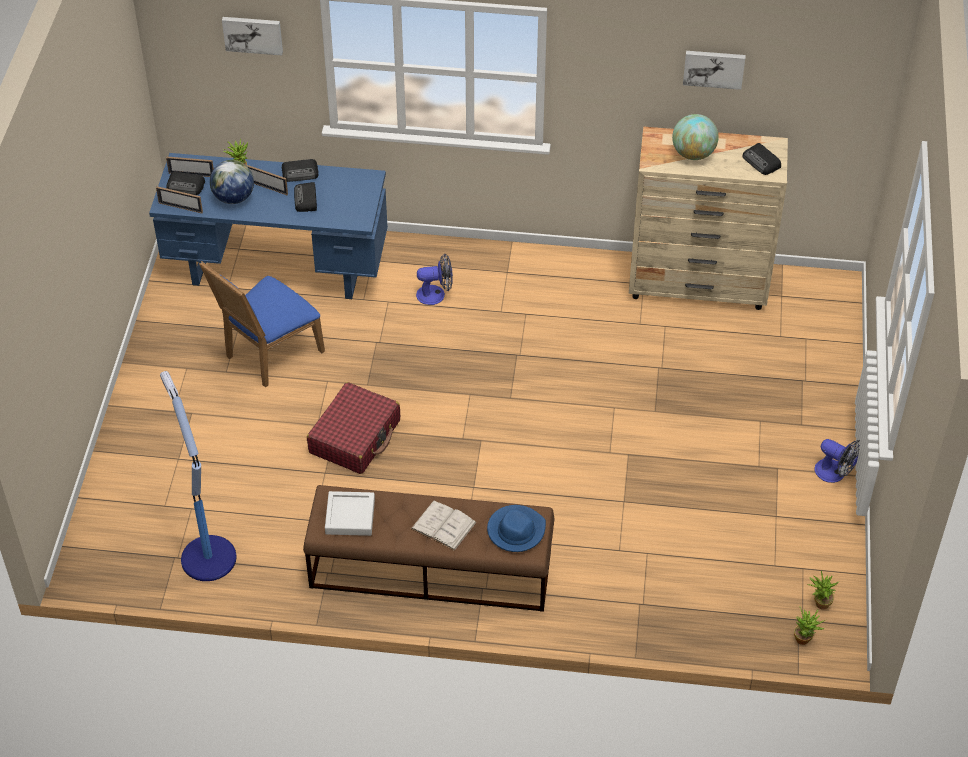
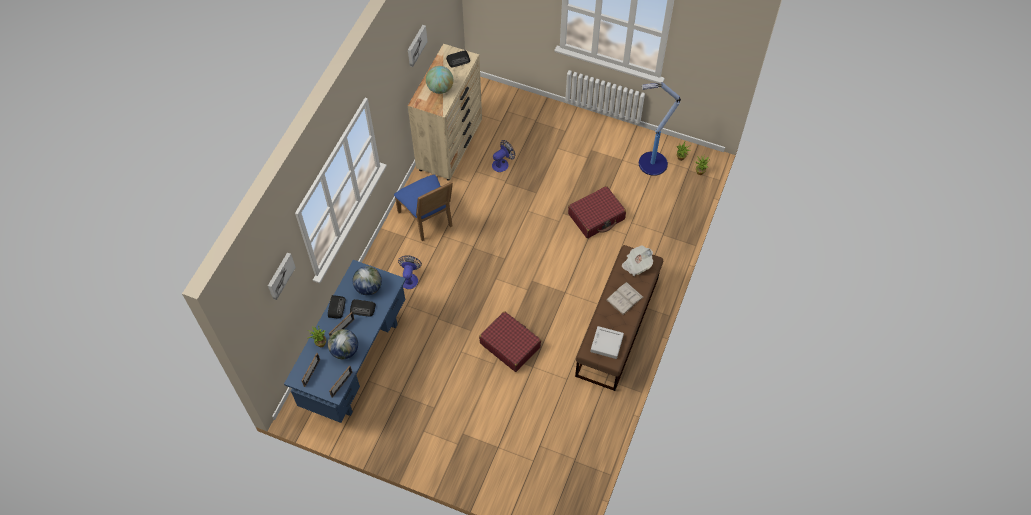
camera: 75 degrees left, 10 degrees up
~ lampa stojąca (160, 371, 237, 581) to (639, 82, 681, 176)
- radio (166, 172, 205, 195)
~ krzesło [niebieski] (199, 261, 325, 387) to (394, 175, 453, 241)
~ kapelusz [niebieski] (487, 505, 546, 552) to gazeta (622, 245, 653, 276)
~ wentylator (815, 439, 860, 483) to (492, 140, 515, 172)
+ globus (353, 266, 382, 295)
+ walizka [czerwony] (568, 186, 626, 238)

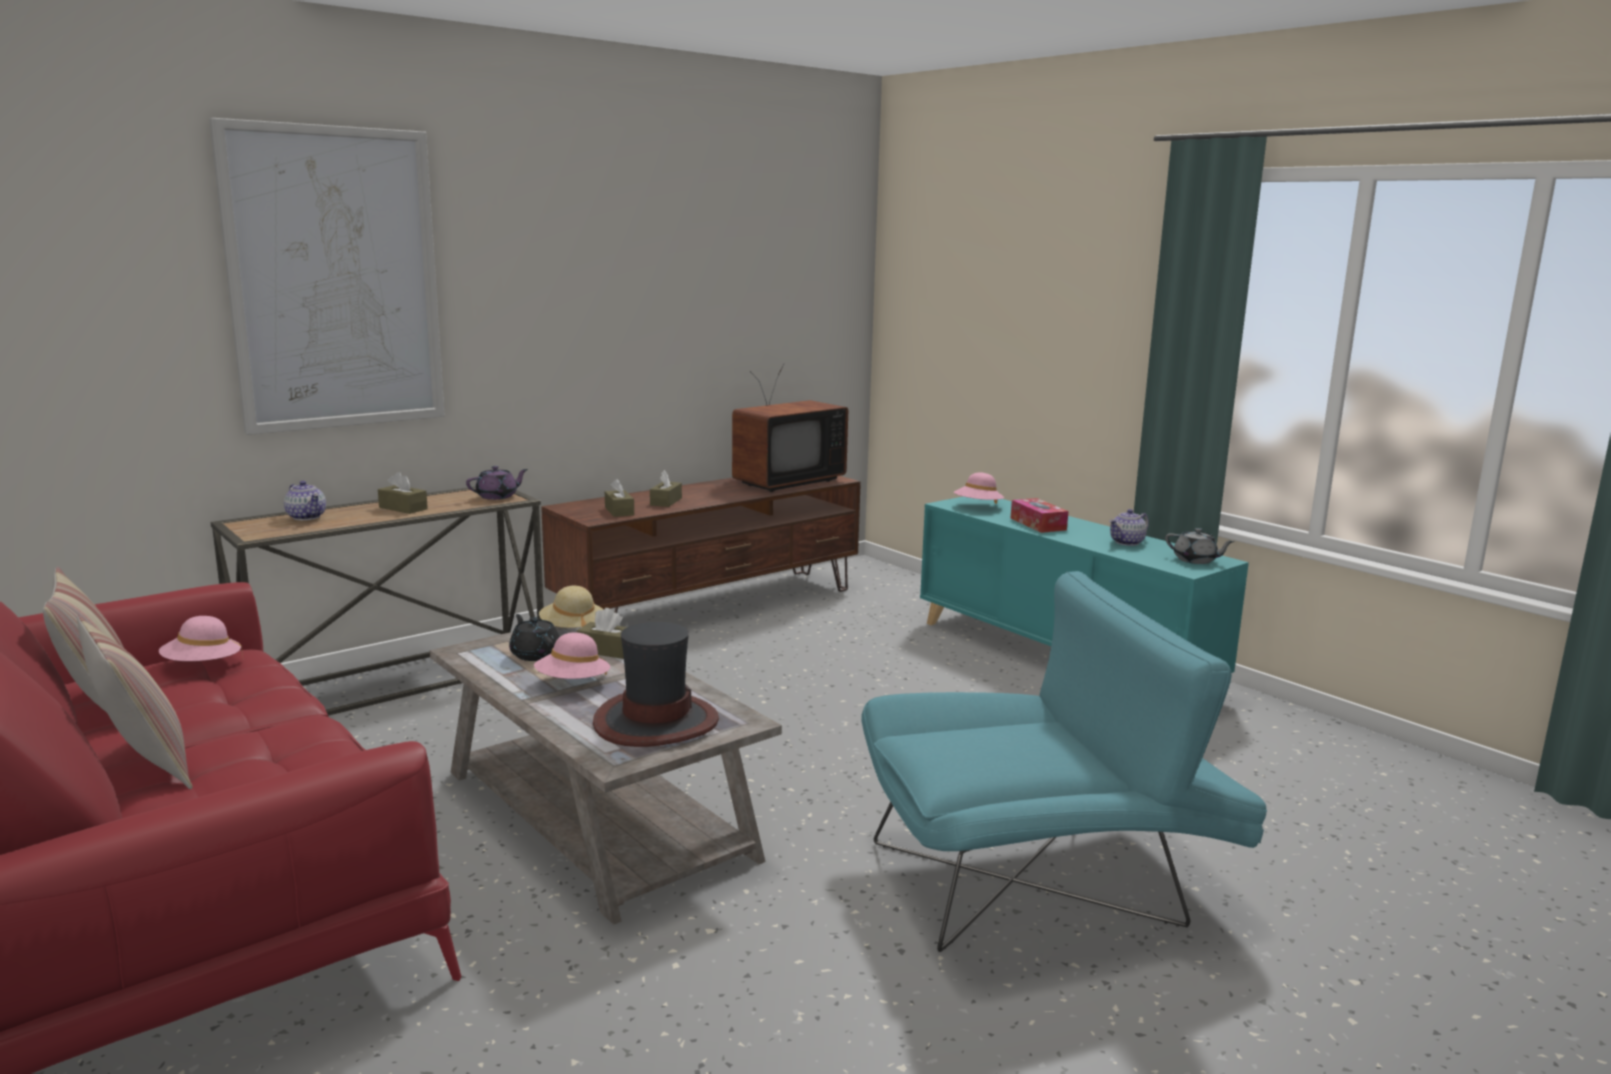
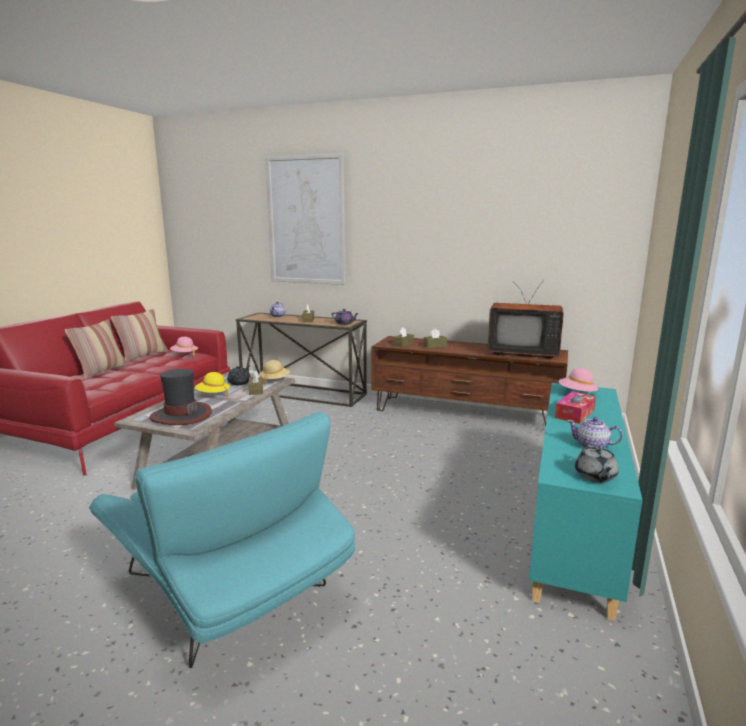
camera: 60 degrees right, 0 degrees up
~ kapelusz [różowy] (534, 632, 610, 679) to kapelusz [żółty] (195, 372, 230, 397)

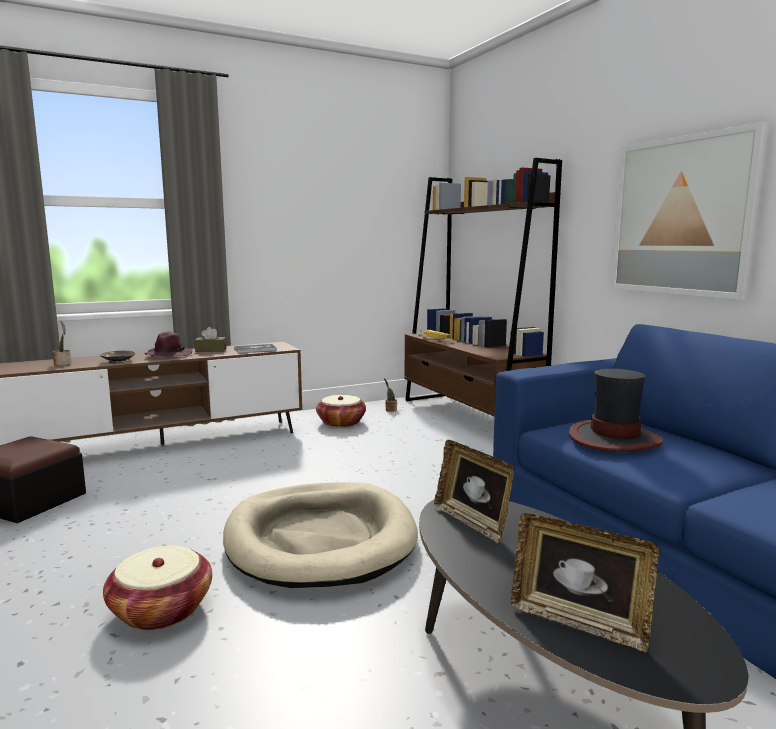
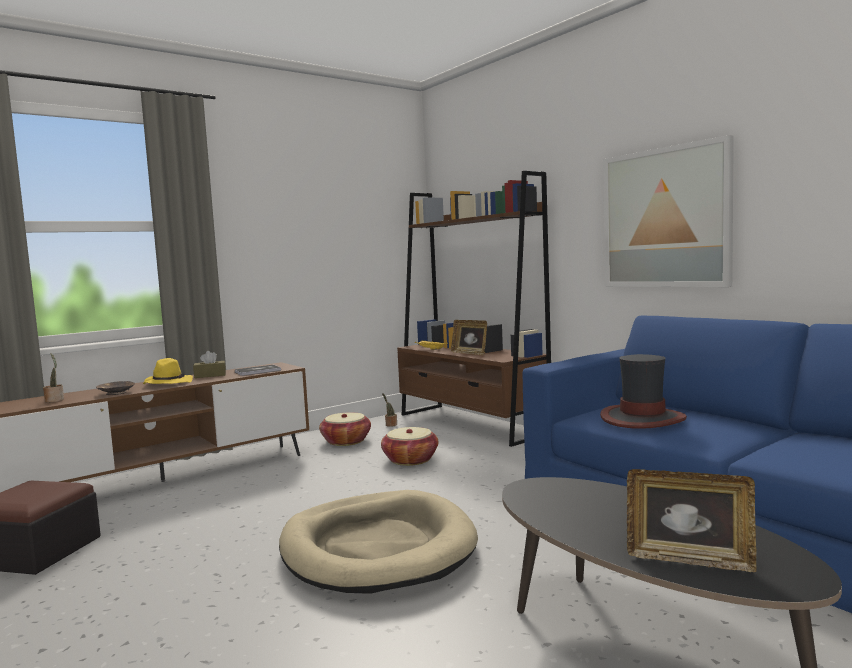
camera: 10 degrees left, 5 degrees down
~ koszyk (103, 546, 212, 630) to (381, 427, 438, 466)
~ kapelusz [fioletowy] (145, 332, 192, 357) to kapelusz [żółty] (143, 358, 193, 384)
~ ramka na zdjęcie (434, 440, 514, 544) to (451, 320, 487, 355)

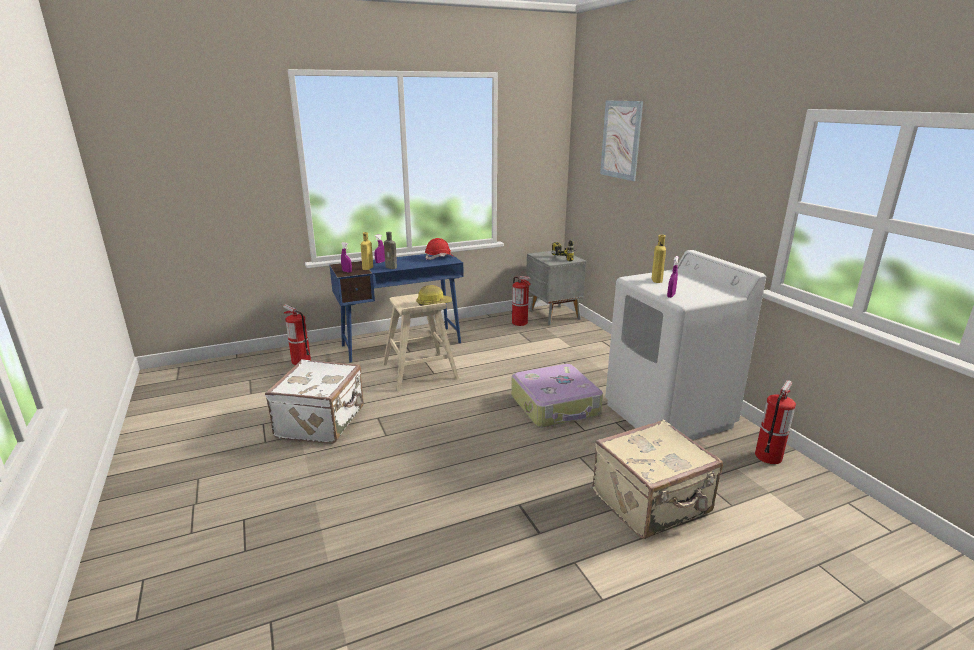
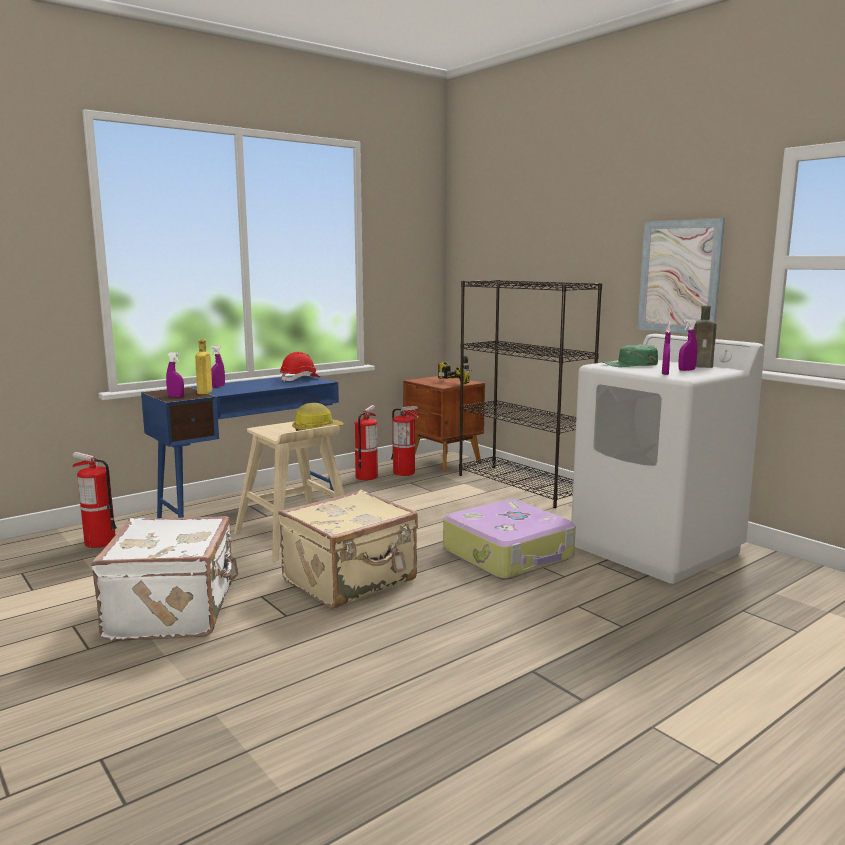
camera: 15 degrees left, 10 degrees down
~ butelka [brązowy] (384, 232, 397, 269) to (694, 306, 717, 368)
~ szafka nocna [szary] (526, 250, 586, 325) to szafka nocna [brązowy] (403, 376, 485, 472)
~ walizka [beżowy] (593, 419, 723, 539) to (278, 490, 418, 608)
~ obraz (600, 101, 643, 181) to (638, 218, 725, 334)
~ butelka [żółty] (652, 235, 666, 283) to czapka z daszkiem [zielony] (602, 344, 658, 367)
~ gaśnica (755, 380, 796, 464) to (354, 405, 378, 480)
+ regał [czarny] (459, 280, 602, 508)
+ spryskiwacz [fioletowy] (678, 319, 697, 371)

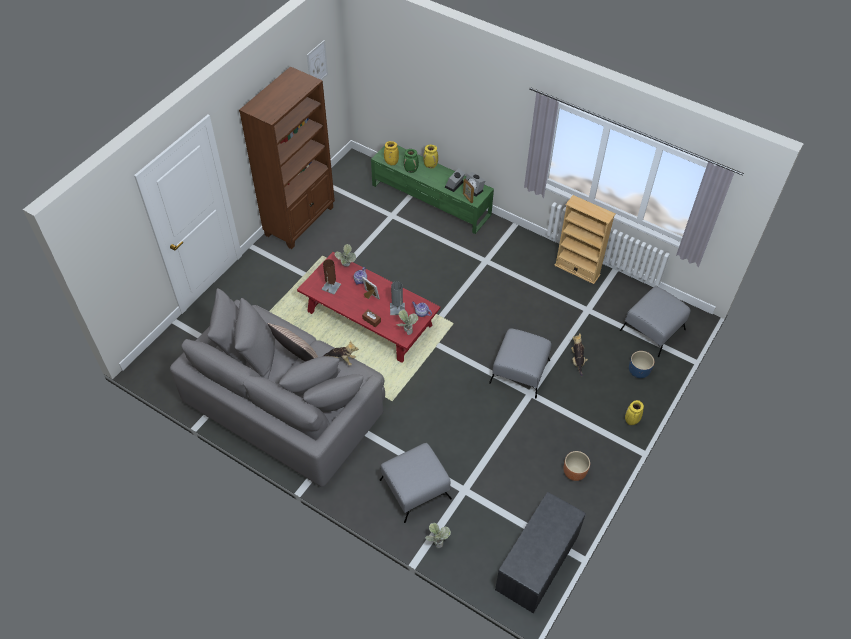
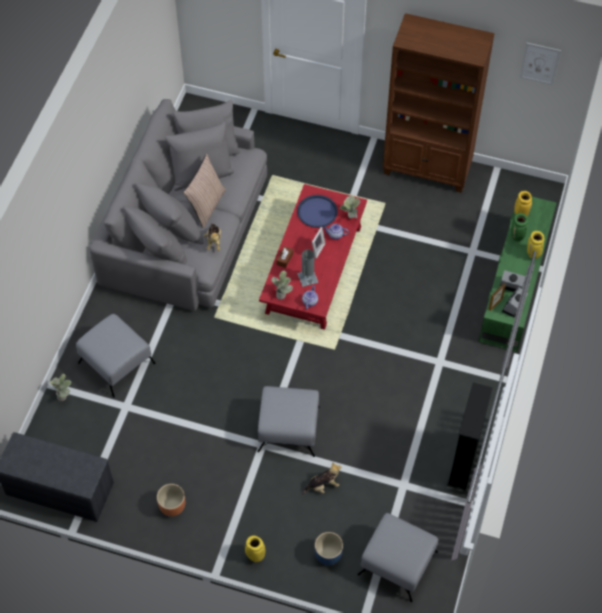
camera: 75 degrees right, 5 degrees up
~ lampa stołowa [brązowy] (322, 259, 341, 294) to taca [niebieski] (297, 195, 337, 228)
~ regał [beżowy] (554, 195, 616, 284) to regał [czarny] (447, 383, 492, 491)

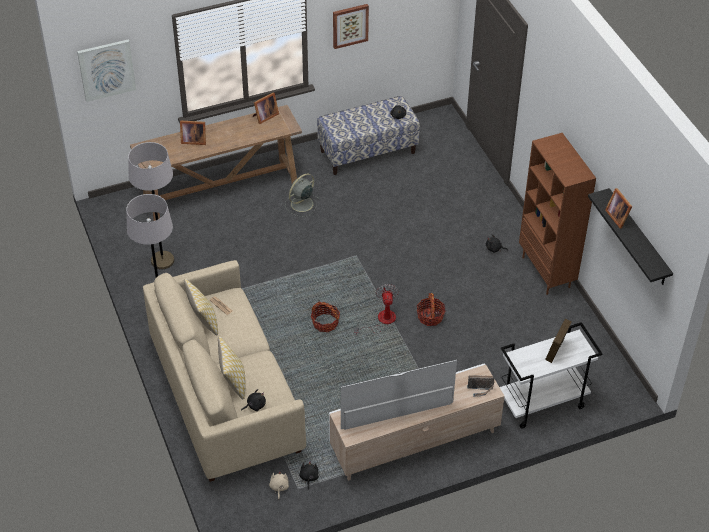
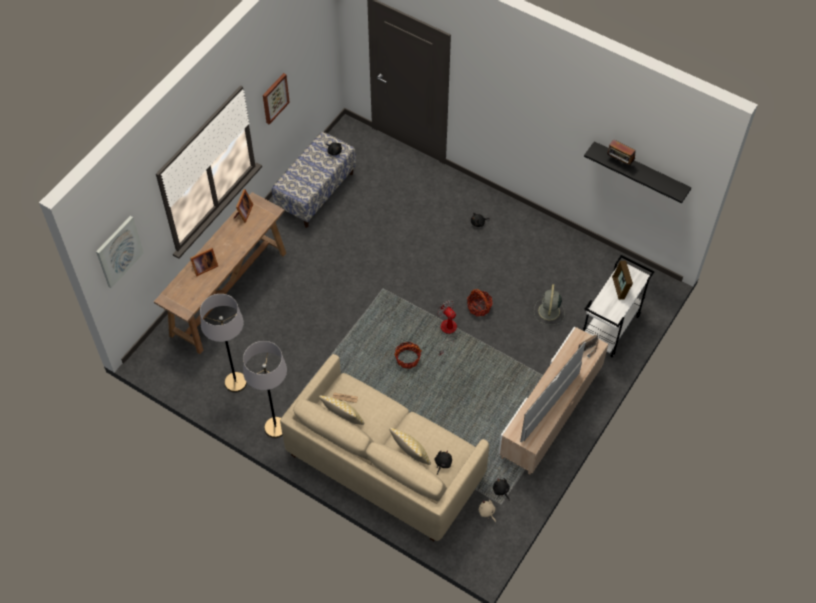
camera: 35 degrees left, 10 degrees up
~ wentylator [szary] (285, 173, 319, 217) to (534, 284, 565, 325)
- regał [brązowy] (519, 133, 596, 295)
~ ramka na zdjęcie (605, 188, 632, 229) to radio (607, 139, 636, 166)

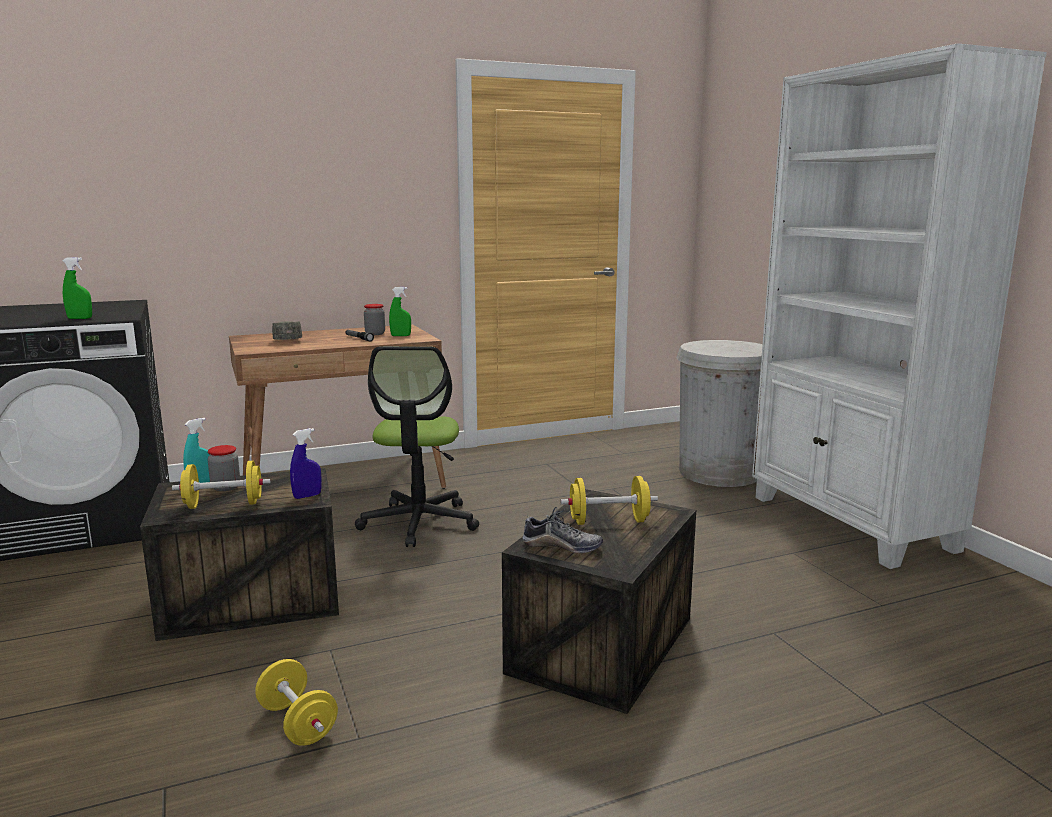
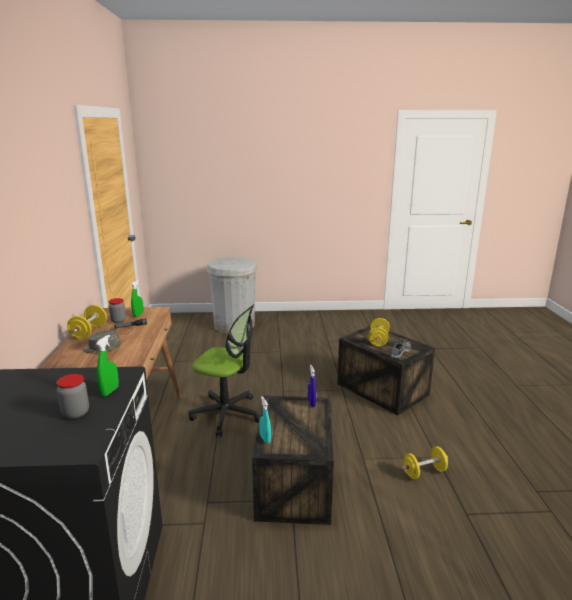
camera: 70 degrees left, 5 degrees up
~ hantel [żółty] (172, 461, 271, 509) to (67, 305, 107, 339)
~ słoik (208, 445, 240, 491) to (56, 374, 89, 419)
- regał [biały] (752, 43, 1047, 569)

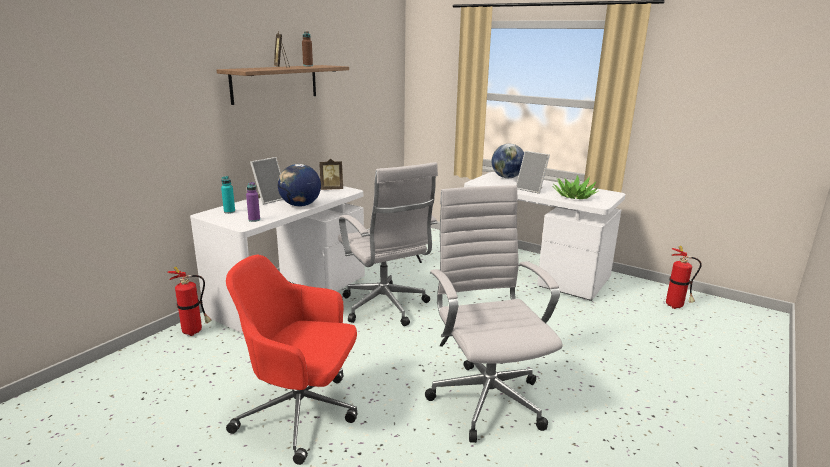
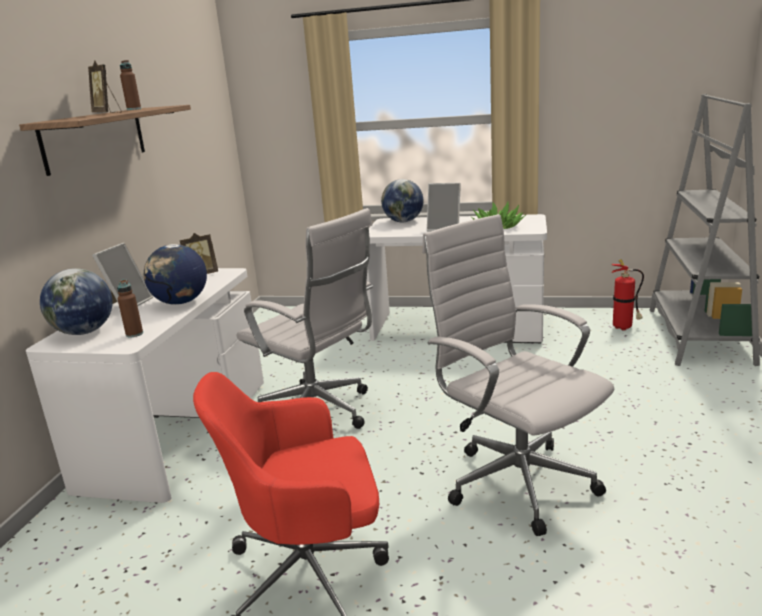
camera: 20 degrees left, 0 degrees up
- gaśnica (167, 267, 211, 336)
~ butelka [turkusowy] (221, 176, 235, 214) to globus (40, 268, 113, 335)
~ butelka [fioletowy] (246, 182, 260, 222) to butelka [brązowy] (117, 279, 143, 337)
+ regał [szary] (649, 94, 761, 366)

